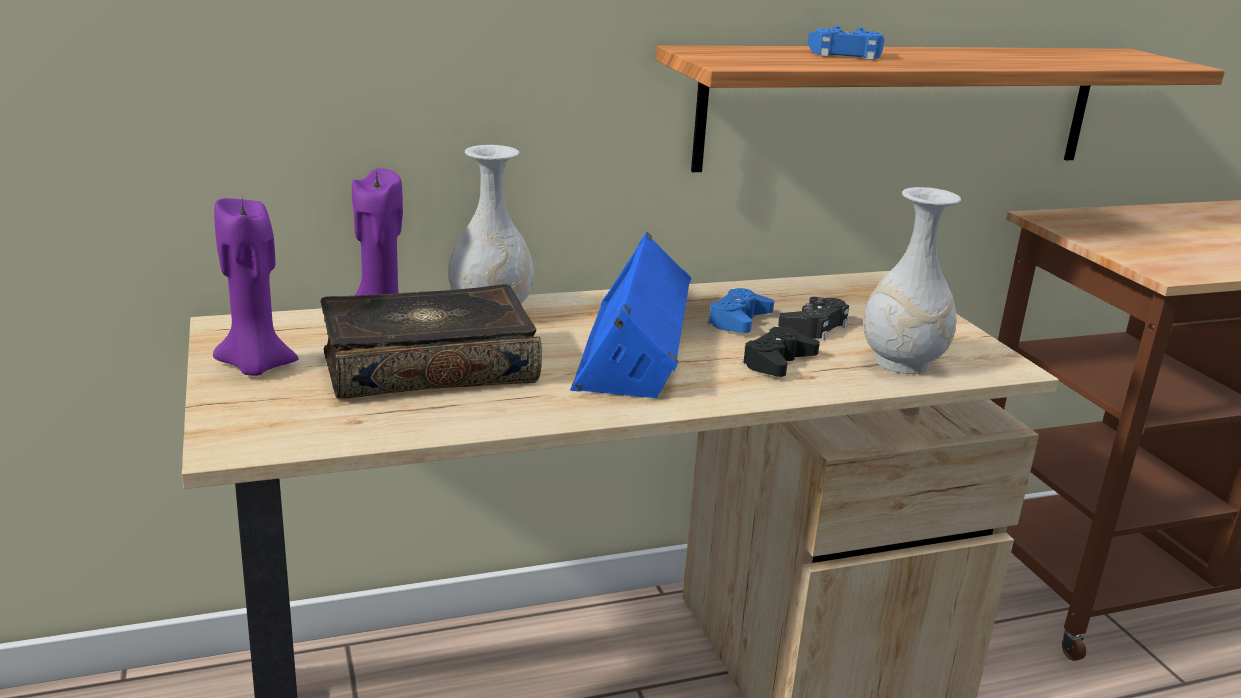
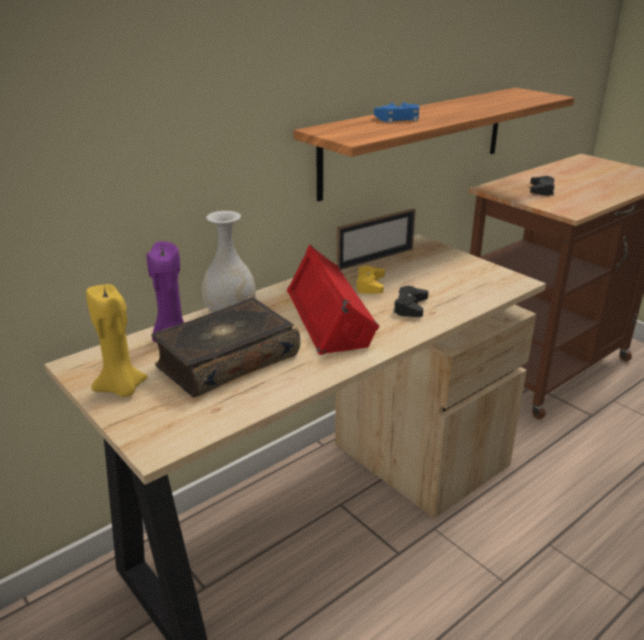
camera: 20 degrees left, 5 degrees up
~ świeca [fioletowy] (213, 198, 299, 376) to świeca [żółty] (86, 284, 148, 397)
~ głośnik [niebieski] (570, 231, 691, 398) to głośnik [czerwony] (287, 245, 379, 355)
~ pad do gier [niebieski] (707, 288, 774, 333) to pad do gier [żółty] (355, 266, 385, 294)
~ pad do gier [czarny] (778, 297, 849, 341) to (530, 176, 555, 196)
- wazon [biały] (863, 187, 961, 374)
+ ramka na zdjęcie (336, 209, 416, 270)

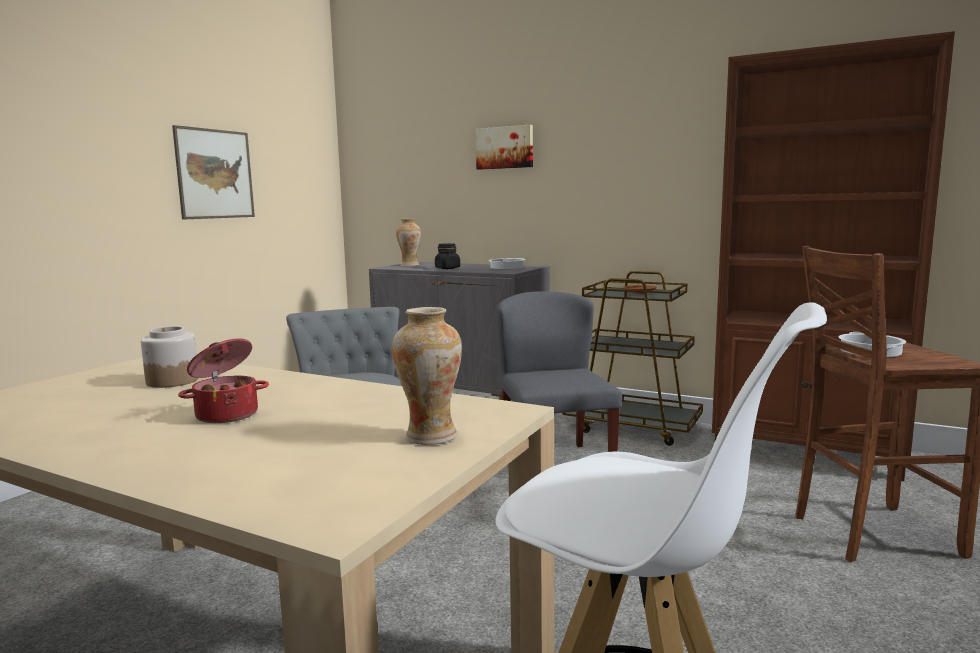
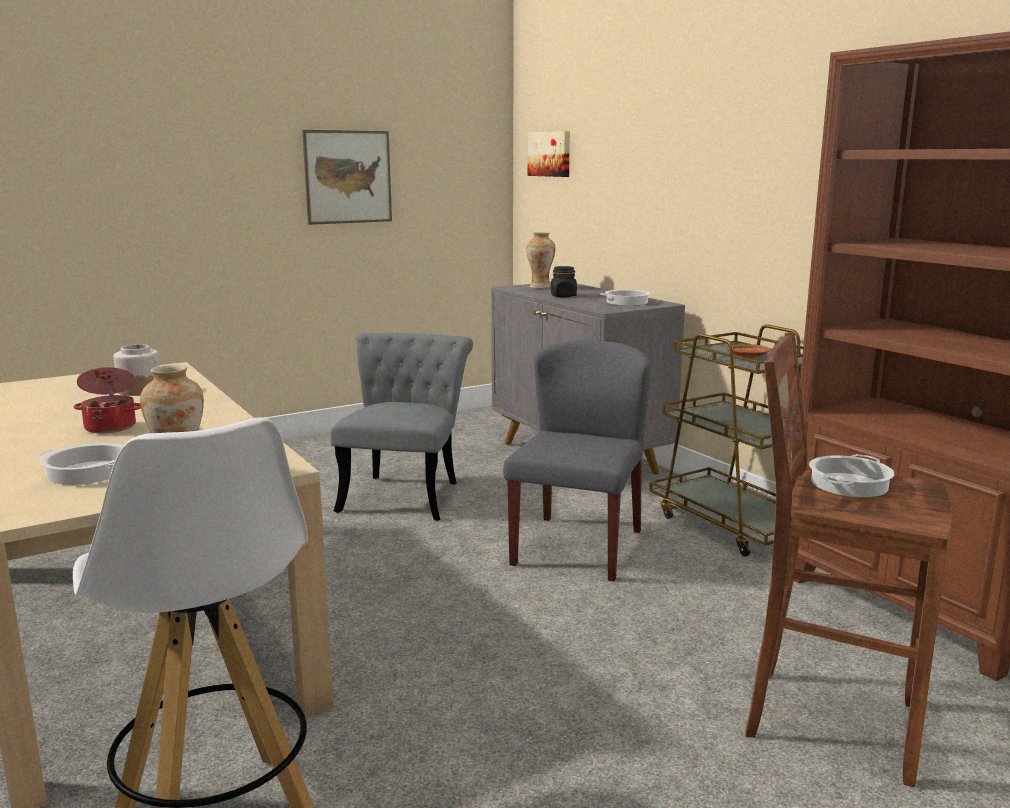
camera: 30 degrees right, 5 degrees up
~ obraz (476, 125, 533, 170) to (527, 131, 570, 177)
+ garnek (37, 443, 123, 485)

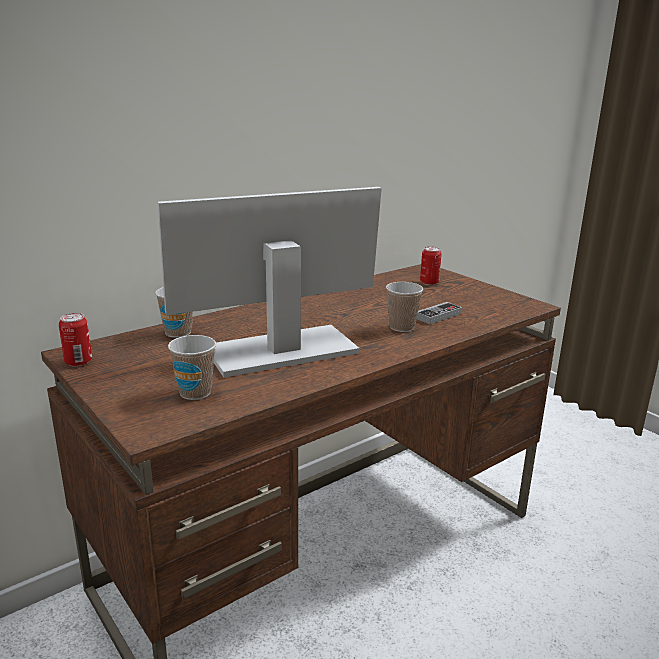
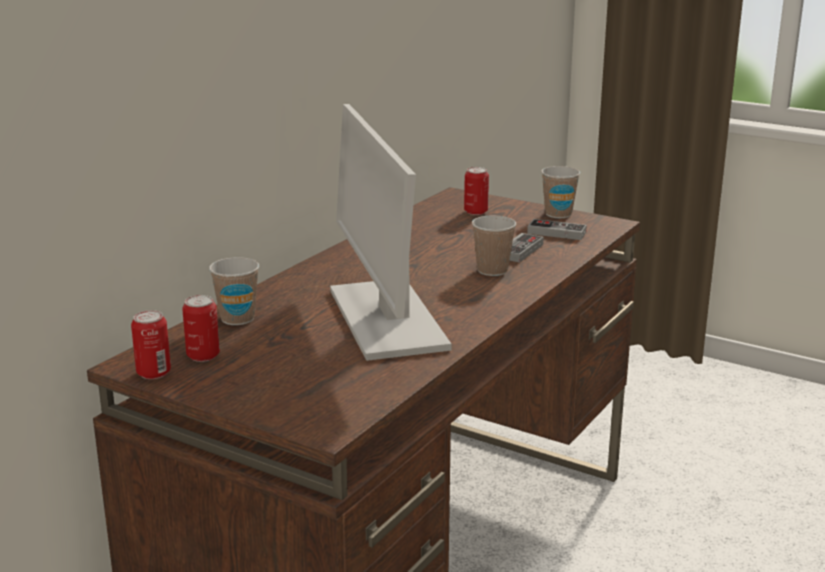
camera: 20 degrees left, 0 degrees up
~ monitor (158, 187, 382, 378) = (330, 104, 452, 361) 60 degrees counterclockwise
~ filiżanka (168, 335, 216, 400) to (541, 166, 580, 218)
+ puszka (182, 295, 220, 362)
+ pad do gier (527, 219, 587, 240)

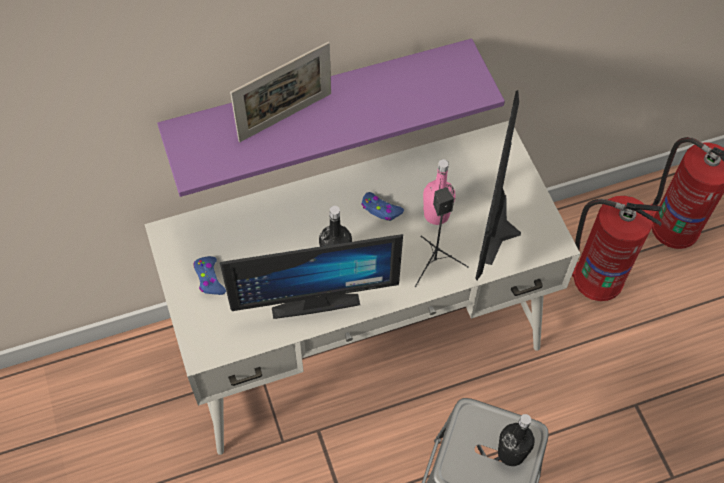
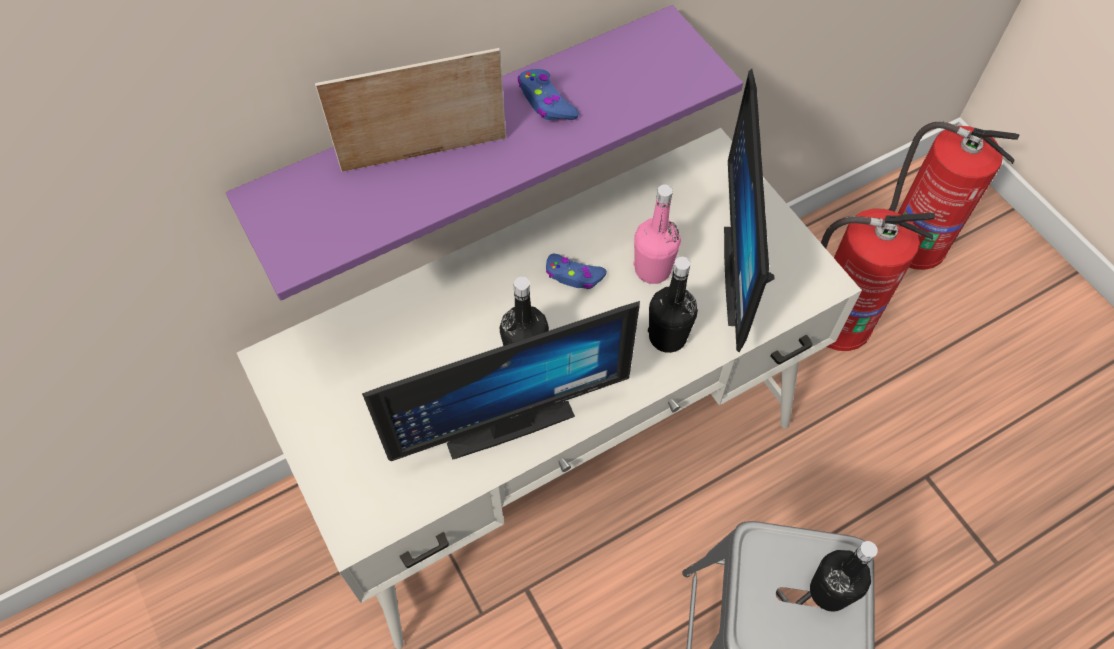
camera: 10 degrees left, 0 degrees up
~ pad do gier [niebieski] (194, 256, 226, 295) to (518, 69, 579, 120)
~ ramka na zdjęcie (230, 42, 331, 142) = (315, 48, 506, 172) 150 degrees counterclockwise
~ głośnik [czarny] (415, 187, 469, 287) to butelka [czarny] (648, 257, 698, 353)

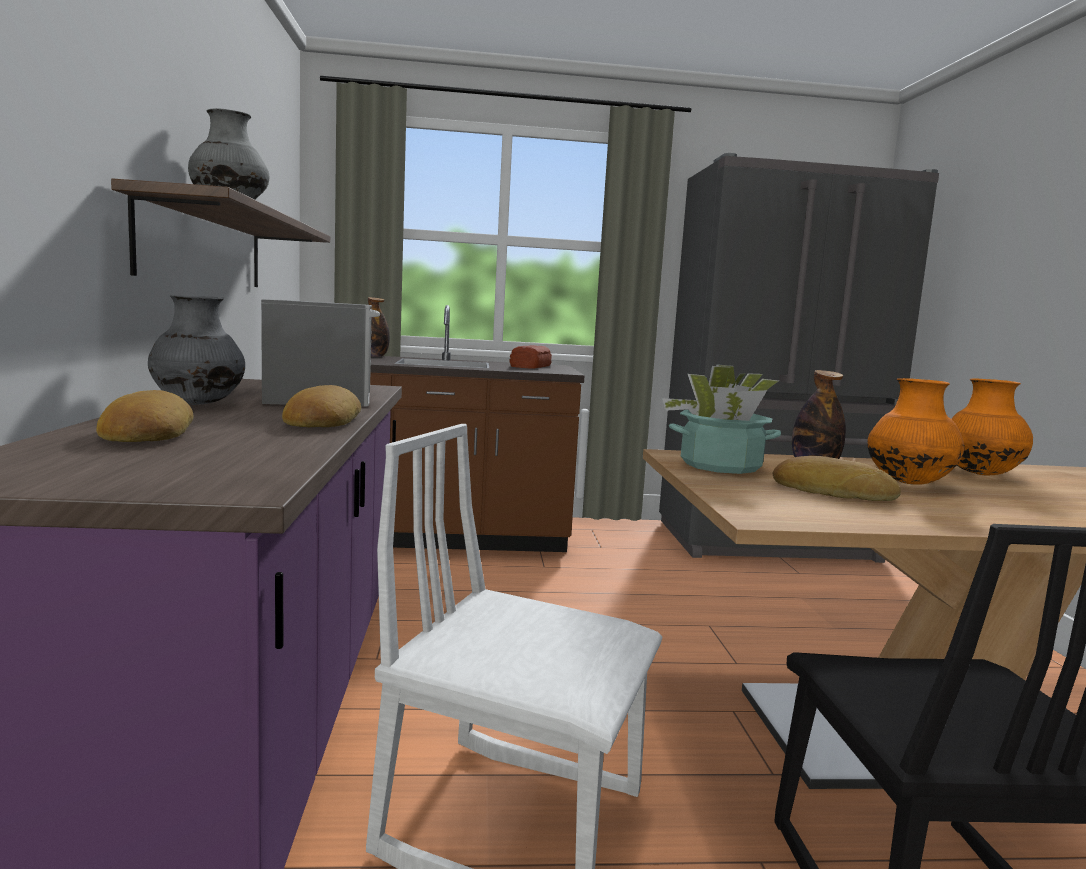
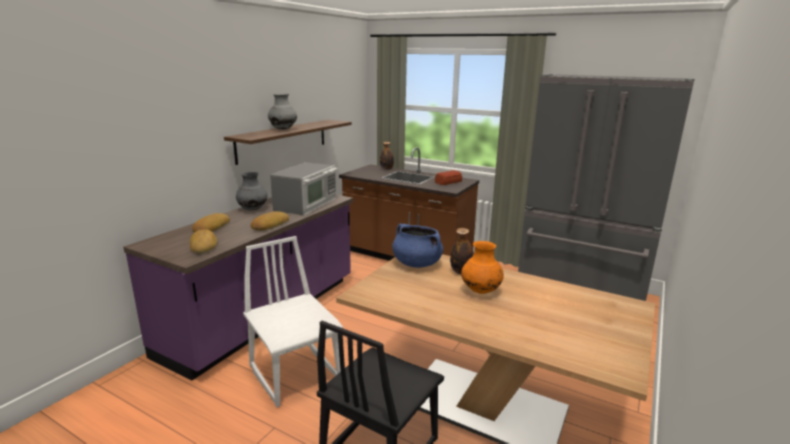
camera: 35 degrees right, 10 degrees up
~ roślina doniczkowa (662, 364, 781, 474) to garnek [niebieski] (392, 224, 443, 268)
~ chleb (772, 456, 901, 501) to (190, 229, 217, 253)
- wazon [pomarańczowy] (951, 378, 1033, 475)

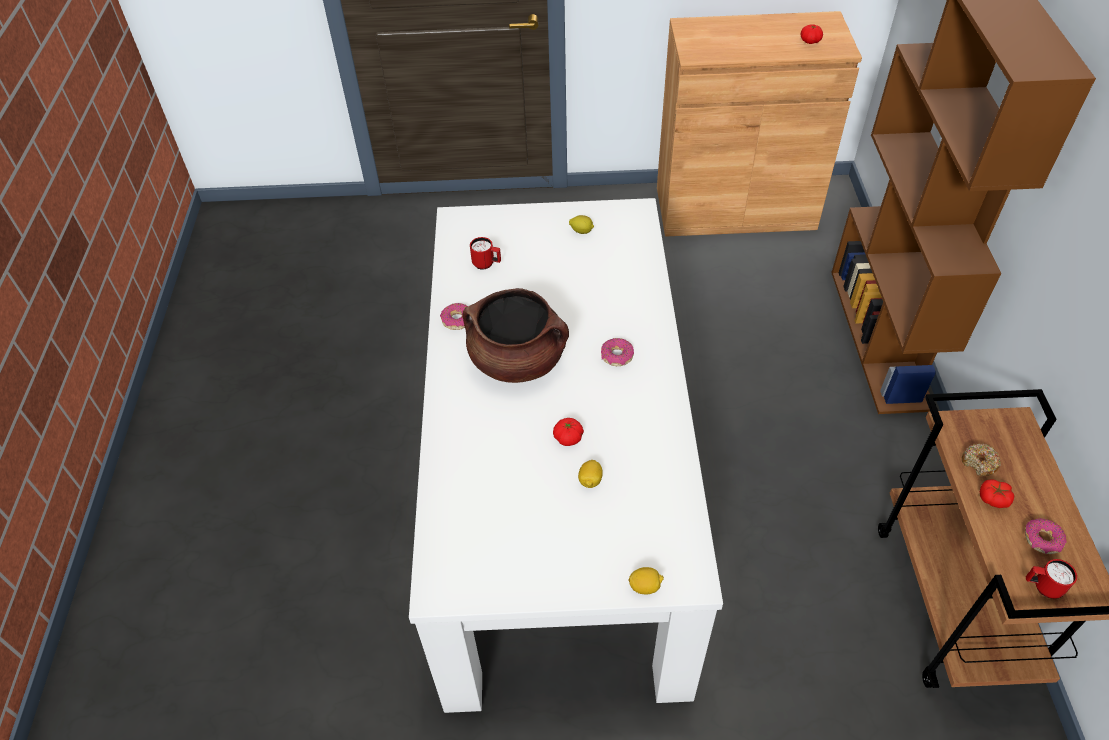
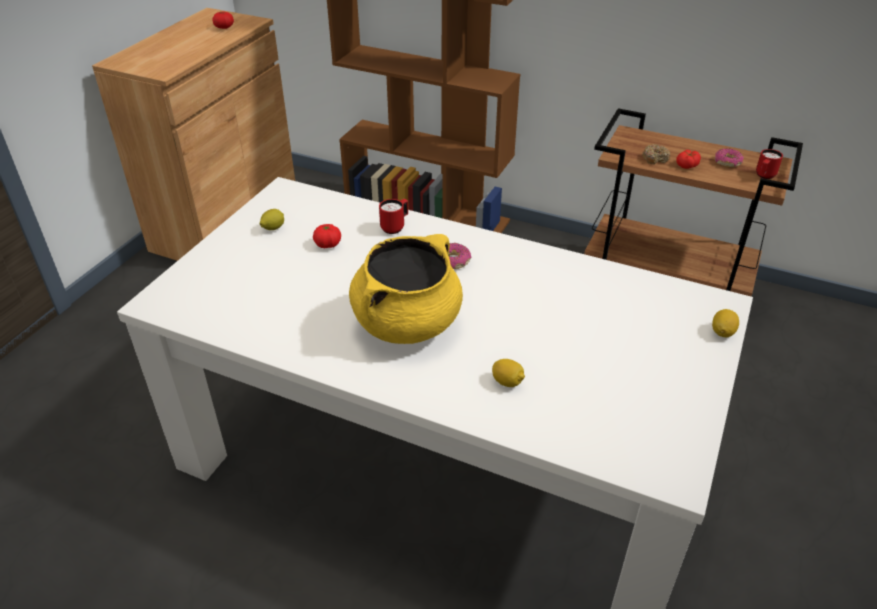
camera: 65 degrees left, 10 degrees down
- donut (440, 303, 468, 330)
~ garnek [brązowy] (462, 288, 569, 383) to garnek [żółty] (349, 234, 463, 344)
~ kubek [czerwony] (470, 237, 501, 270) to (379, 199, 408, 234)
~ pomidor (553, 418, 584, 446) to (313, 224, 341, 248)
~ cytryna (578, 460, 603, 488) to (492, 359, 525, 387)

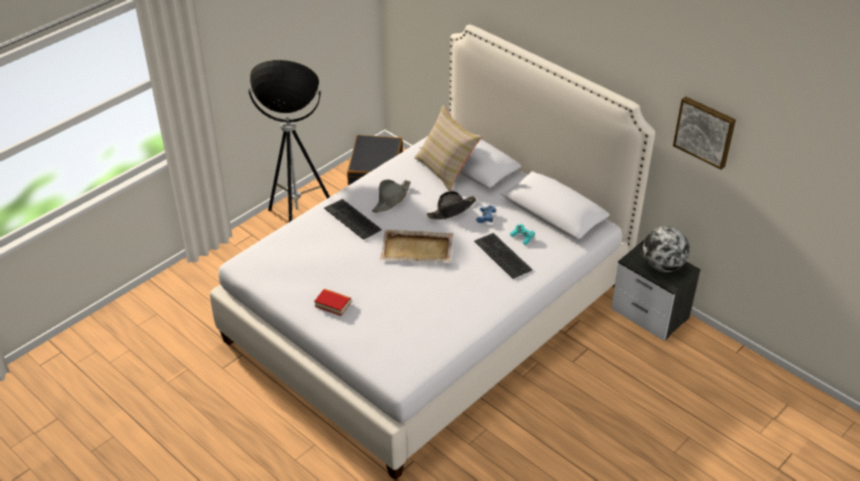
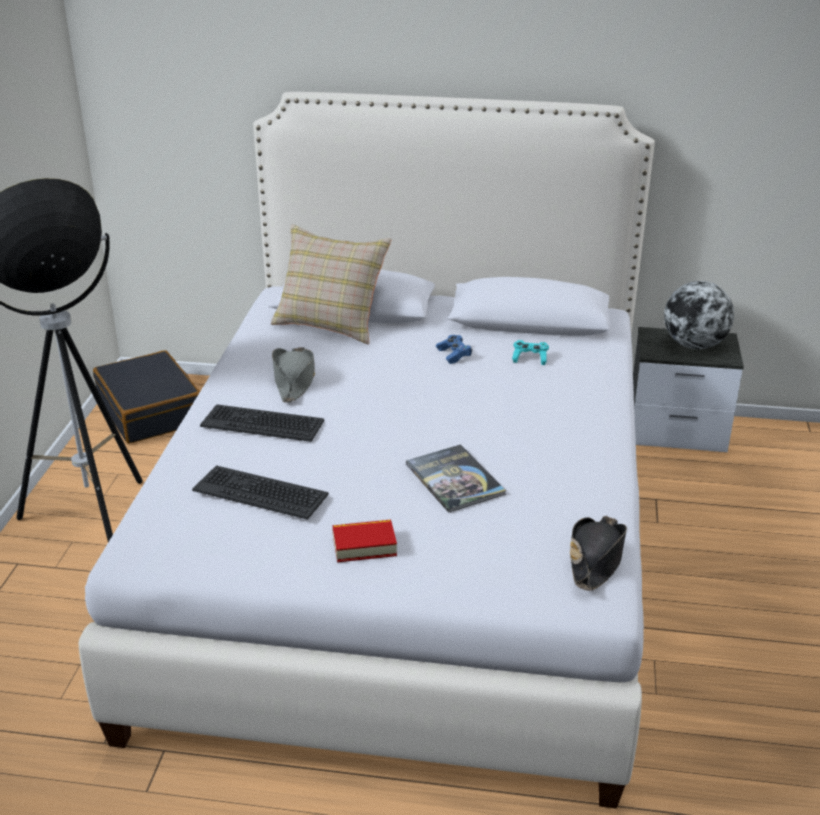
camera: 35 degrees left, 10 degrees down
- taca [beżowy] (380, 230, 453, 262)
~ kapelusz [czarny] (427, 191, 476, 220) to (570, 516, 627, 591)
~ klawiatura (474, 233, 532, 279) to (192, 465, 329, 520)
- obraz (673, 96, 736, 170)
+ książka (406, 444, 506, 513)

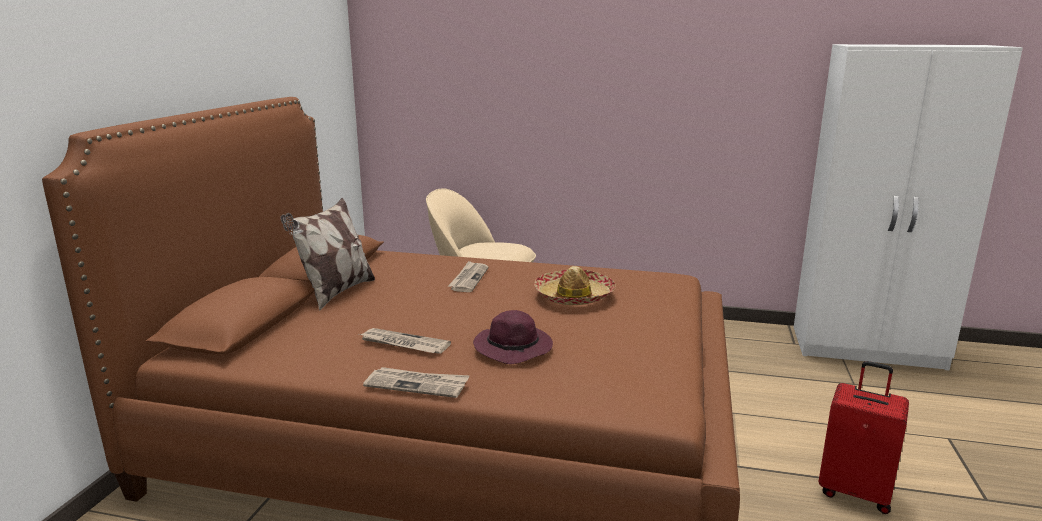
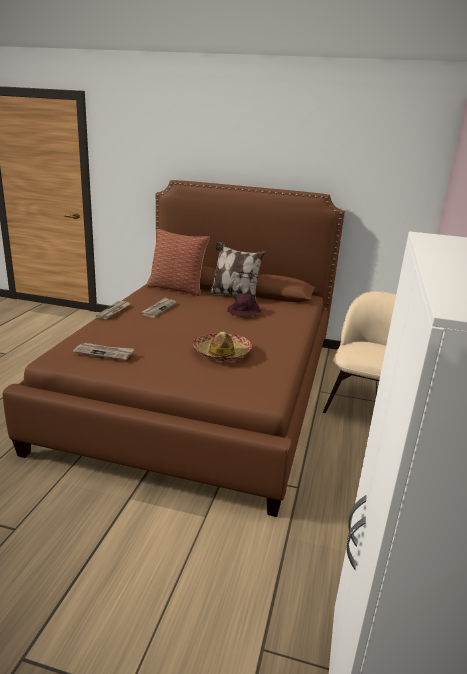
camera: 90 degrees right, 5 degrees up
~ gazeta (448, 261, 488, 292) to (73, 343, 134, 360)
~ kapelusz [fioletowy] (473, 310, 553, 364) to (227, 293, 261, 317)
- walizka [czerwony] (818, 361, 909, 514)
+ poduszka (146, 229, 210, 296)

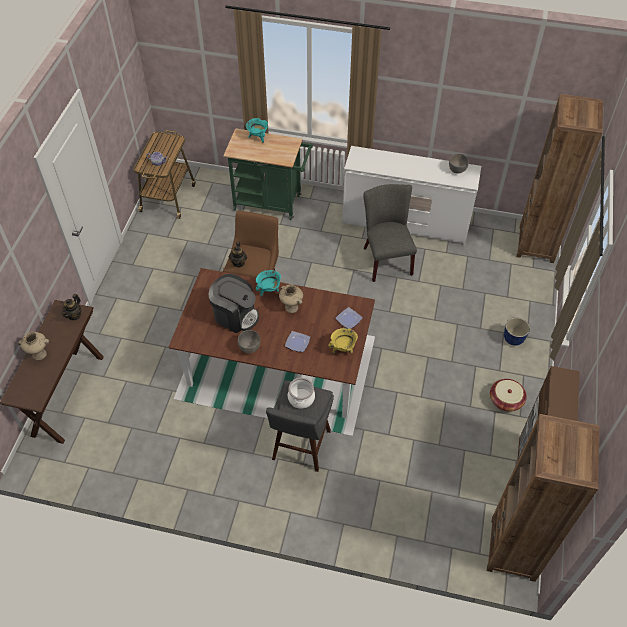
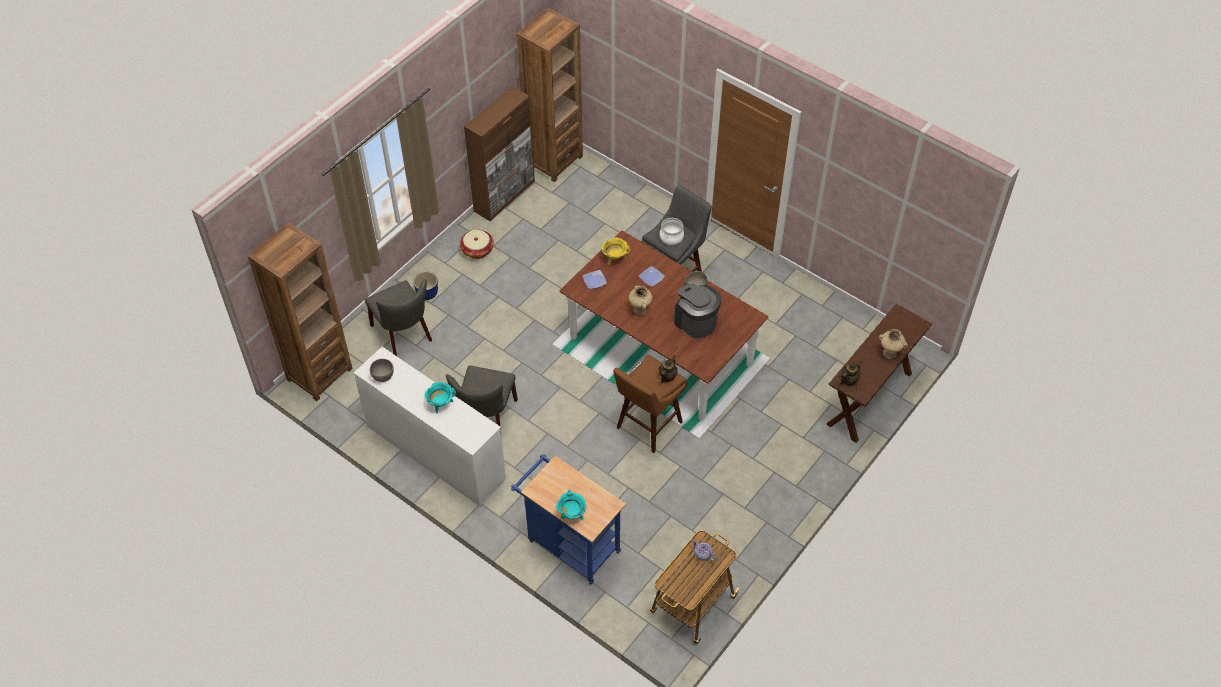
camera: 155 degrees left, 0 degrees up
~ wózek [zielony] (223, 128, 313, 220) to wózek [niebieski] (511, 454, 626, 585)
~ garnek [turkusowy] (256, 270, 281, 297) to (425, 382, 456, 413)
+ krzesło [szary] (365, 278, 432, 356)

